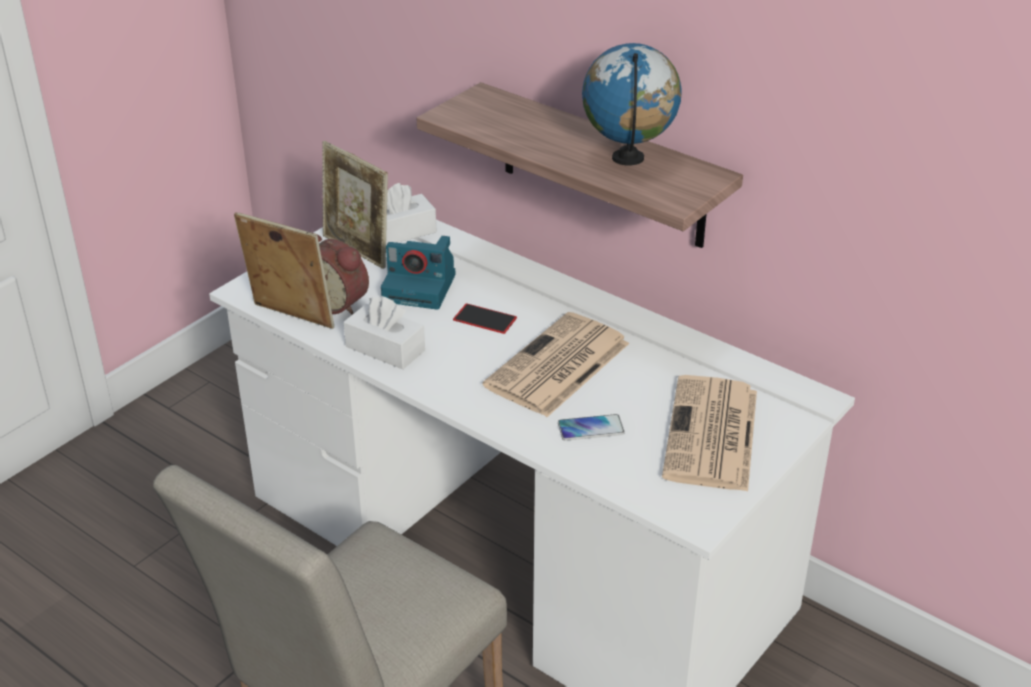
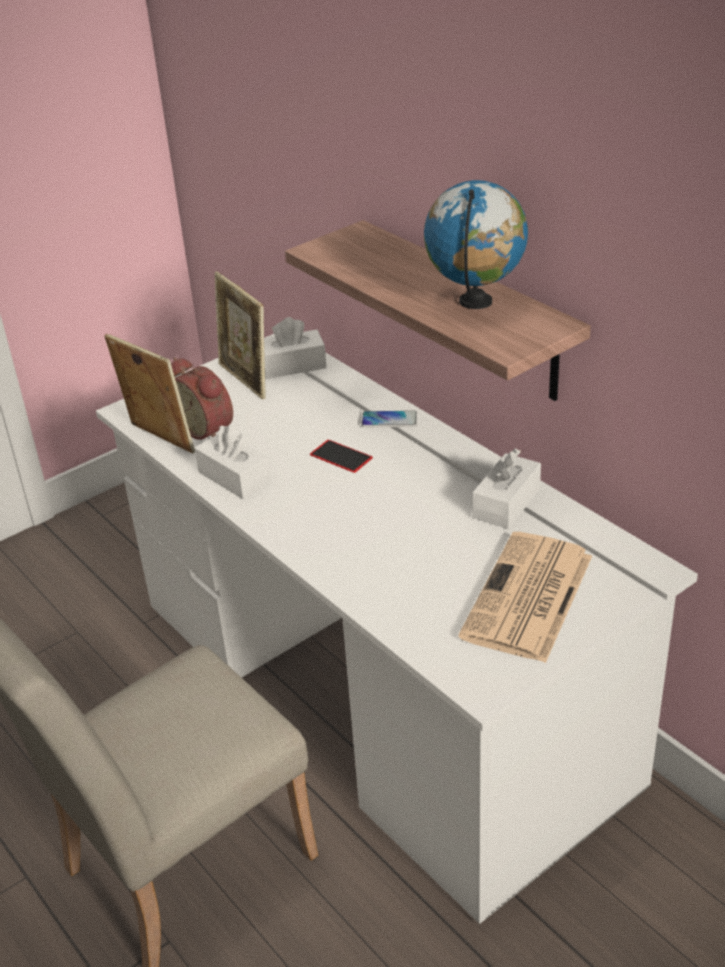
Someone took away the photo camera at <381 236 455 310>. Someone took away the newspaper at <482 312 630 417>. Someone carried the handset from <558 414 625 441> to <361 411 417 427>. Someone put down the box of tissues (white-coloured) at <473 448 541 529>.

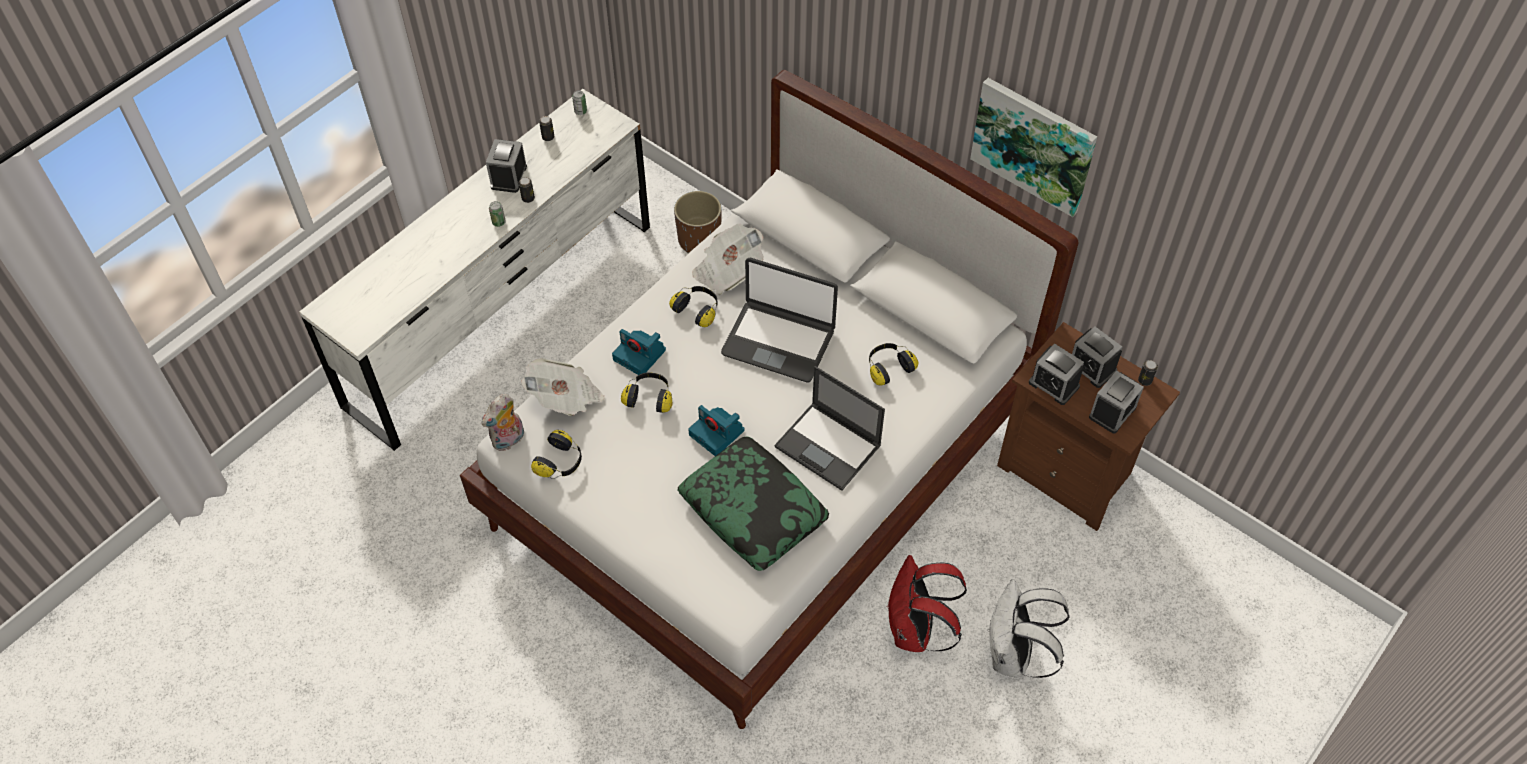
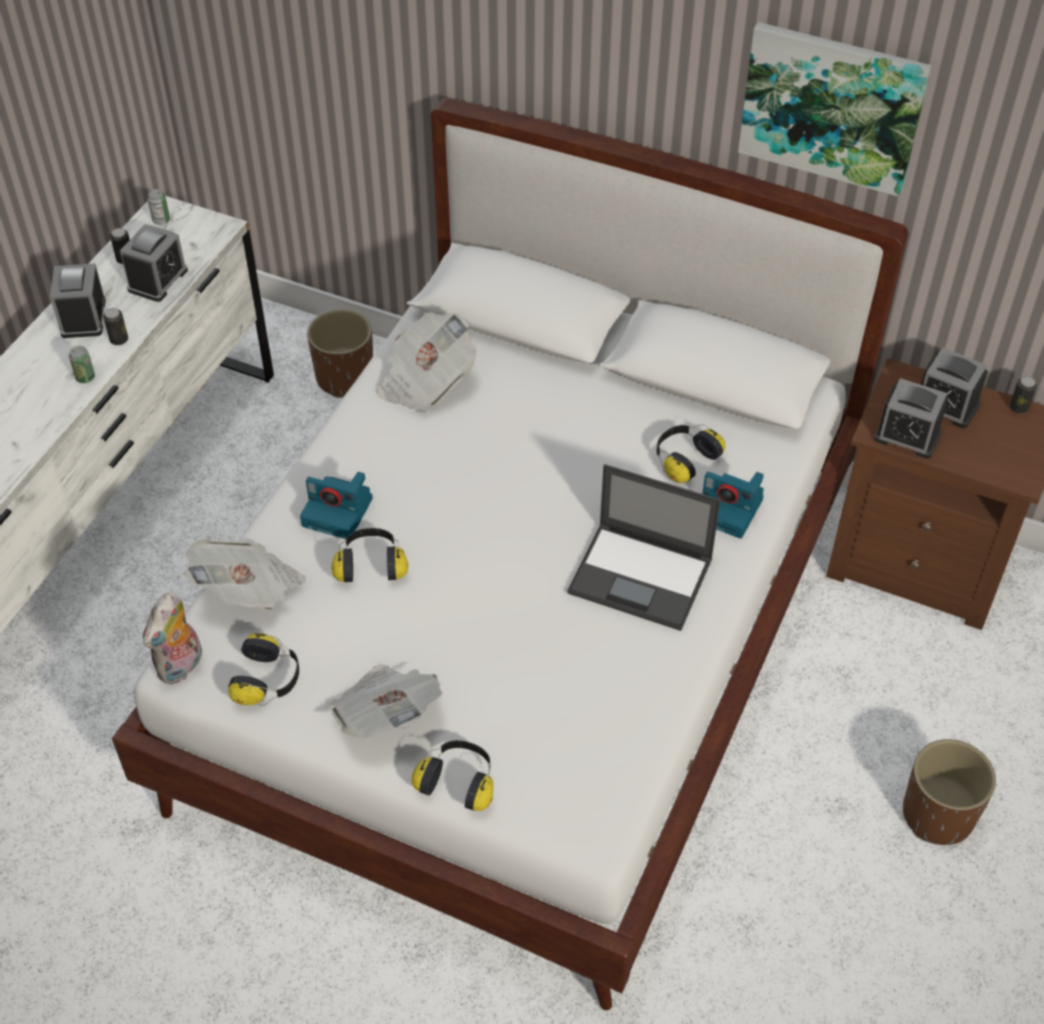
Someone carried the headphones from <669 286 718 327> to <411 740 493 811>. Someone took away the pillow at <678 437 829 571>. Someone carried the photo camera from <688 405 744 456> to <702 472 764 539>. Someone took away the portable computer at <721 258 838 382>. Someone took away the backpack (red-coloured) at <887 555 967 652>. Someone swapped the backpack (white-coloured) at <989 579 1070 678> for the flower pot (brown-coloured) at <903 739 996 845>. Someone carried the alarm clock from <1089 370 1144 434> to <120 224 188 302>. Someone put down the newspaper at <330 664 443 738>.

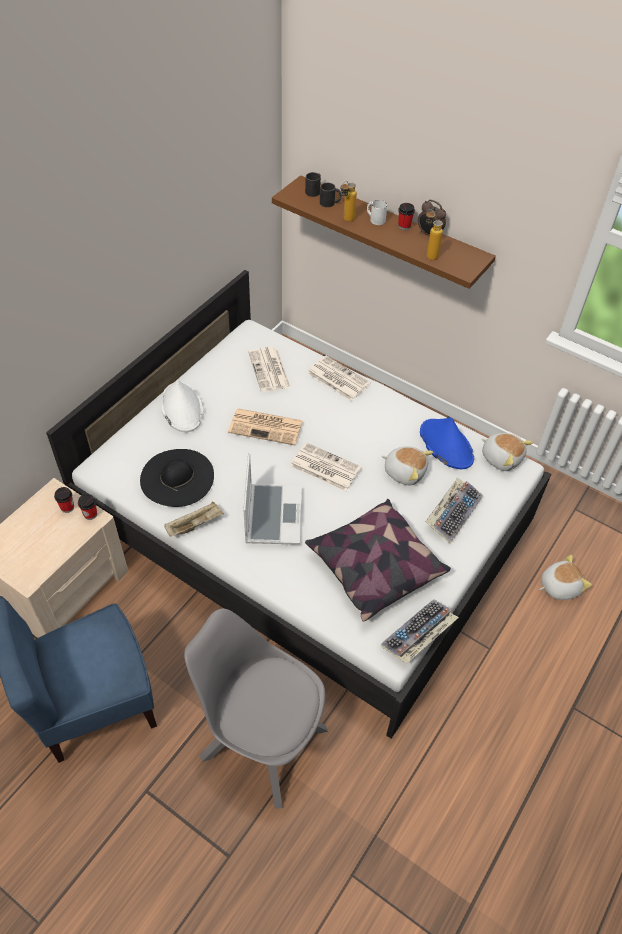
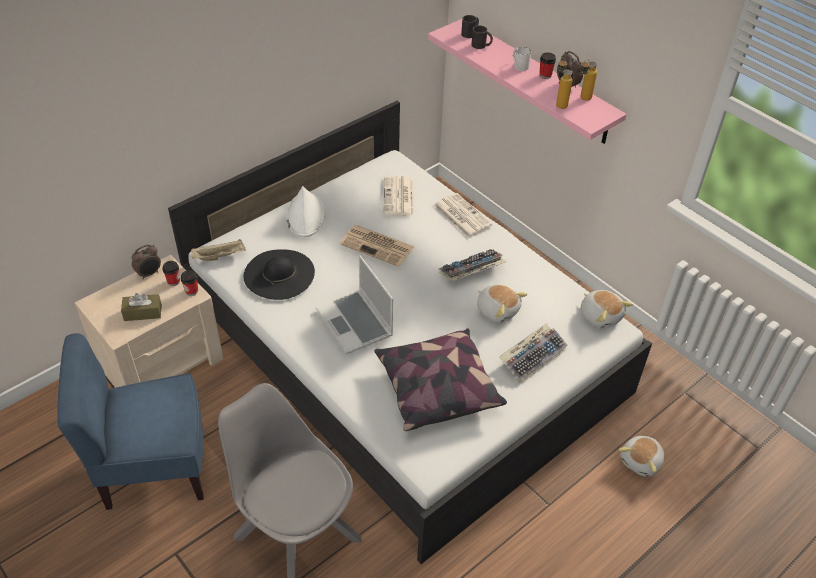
Someone carried the serving tray (beige-coloured) from <164 502 224 537> to <191 239 246 261>. Someone rotated the portable computer at <243 452 302 545> by 135 degrees clockwise. Someone repainted the wall shelf (brown-coloured) at <272 175 496 289>, which became the wall shelf (pink-coloured) at <428 19 627 144>. Someone took away the newspaper at <290 443 361 491>. Someone carried the beverage bottle from <341 181 357 222> to <580 59 597 101>. Someone carried the PC keyboard from <380 599 459 664> to <439 249 507 281>. Someone took away the hat (bluish) at <420 417 474 469>. Someone rotated the plush toy at <539 555 592 600> by 135 degrees clockwise. Someone put down the box of tissues (brown-coloured) at <121 293 162 321>. Someone put down the alarm clock at <131 244 161 279>.

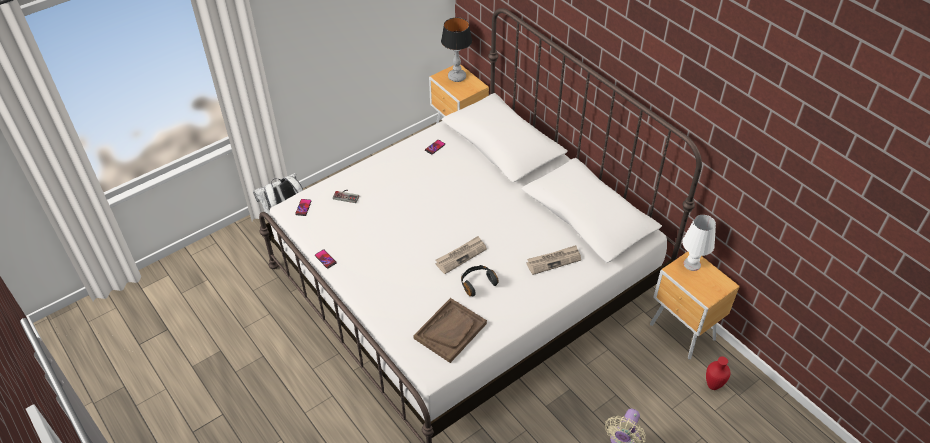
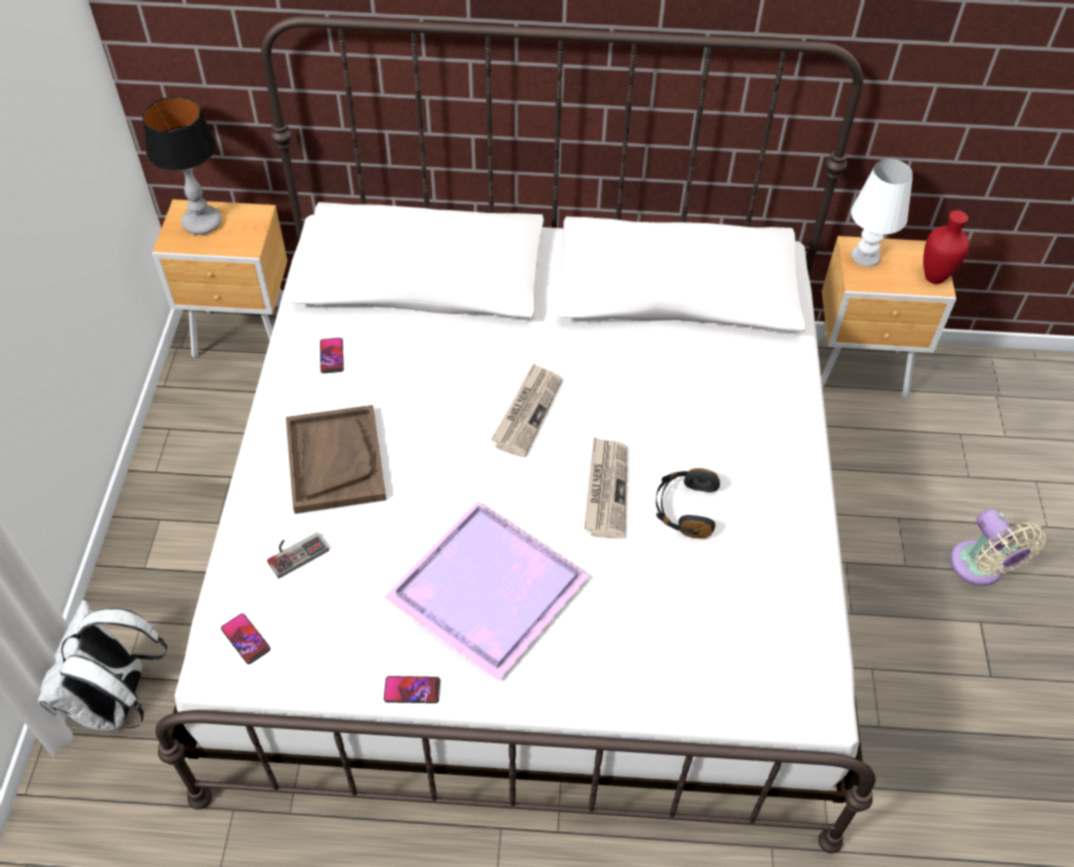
Someone carried the serving tray (brown-coloured) from <413 298 487 363> to <286 405 386 514>. Someone carried the newspaper from <526 245 581 275> to <491 363 563 457>. Someone carried the flower vase (red-coloured) from <706 356 731 390> to <923 210 970 284>. Someone put down the serving tray (purple-coloured) at <384 502 590 681>.

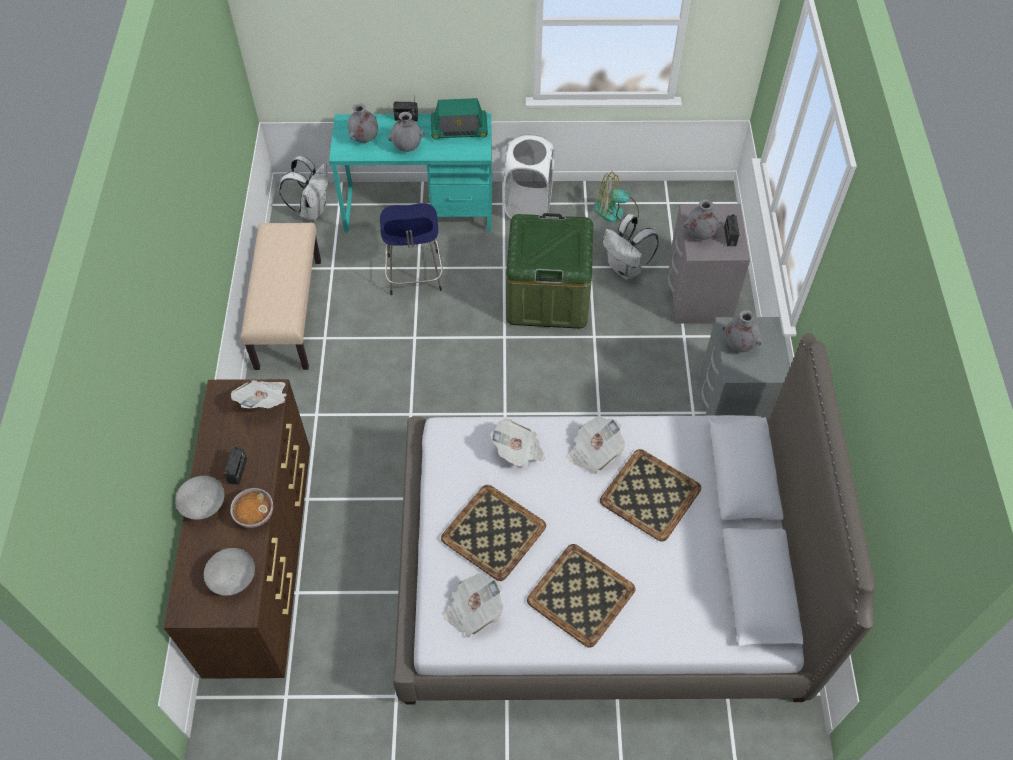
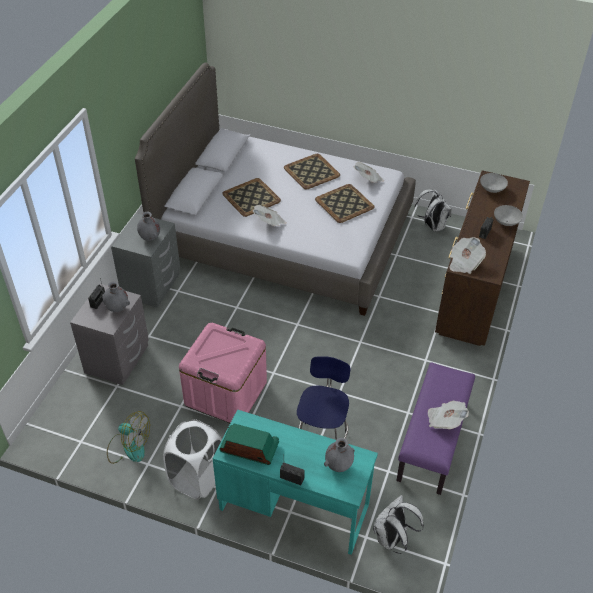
Someone took away the bowl at <230 488 273 528>. Someone repainted the indoor bench (beige-coloured) at <241 223 321 370>, which became the indoor bench (purple-coloured) at <396 363 475 495>. Someone took away the flower vase (greyish) at <388 112 425 152>. Someone carried the newspaper from <490 419 545 467> to <428 401 469 429>. Someone repainted the storage box (green) at <506 213 593 328>, which became the storage box (pink-coloured) at <179 323 267 423>. Someone carried the backpack (white-coloured) from <603 214 659 280> to <414 189 452 232>.

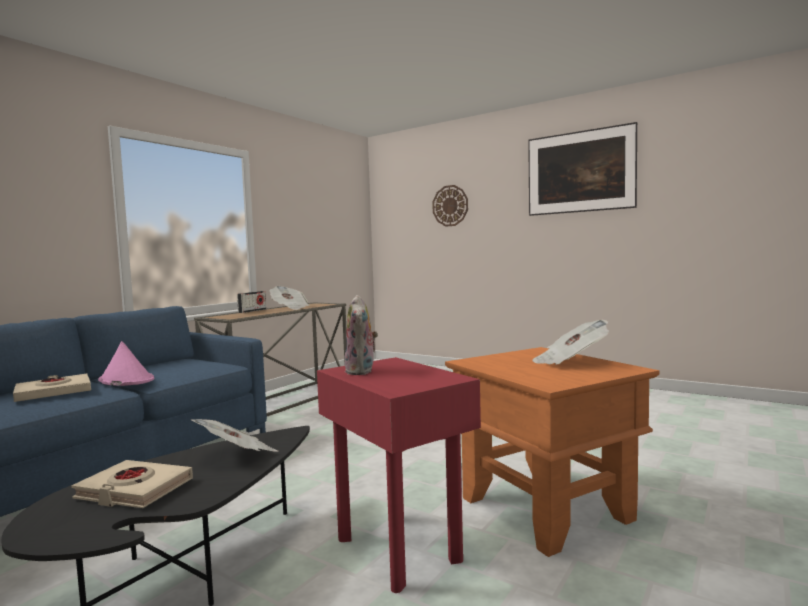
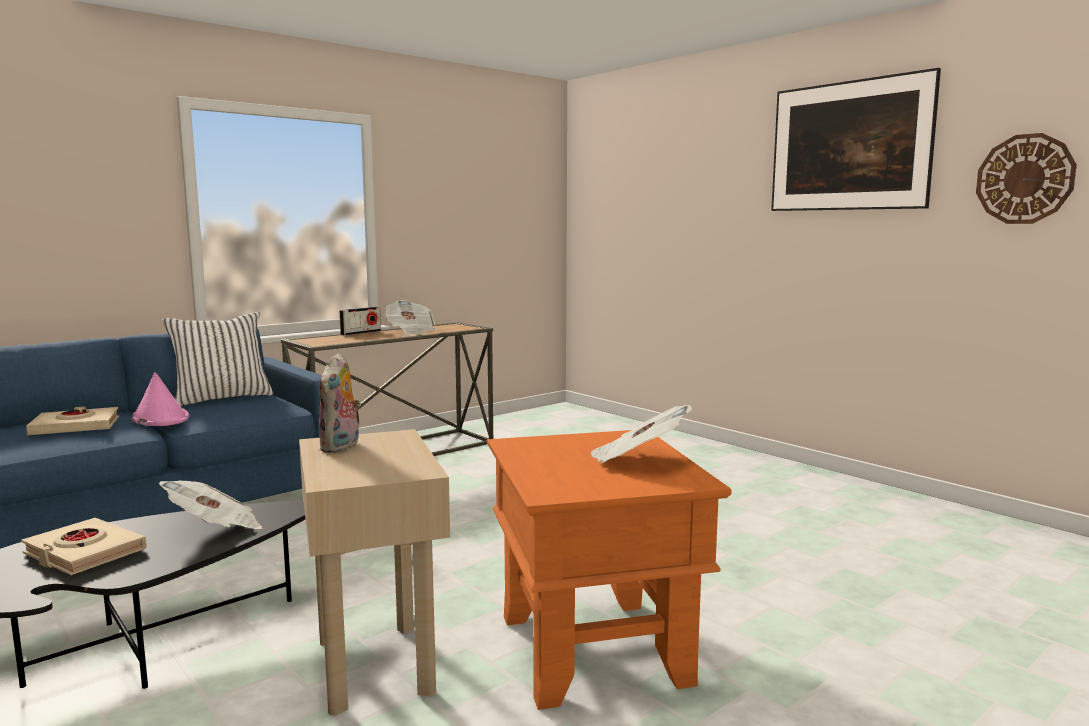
Someone repainted the accent table (red-coloured) at <317 357 481 593>, which became the accent table (beige-coloured) at <299 429 450 715>. Someone carried the clock on the wall from <432 185 468 226> to <976 133 1077 224>. Someone put down the pillow (white-coloured) at <162 312 274 406>.

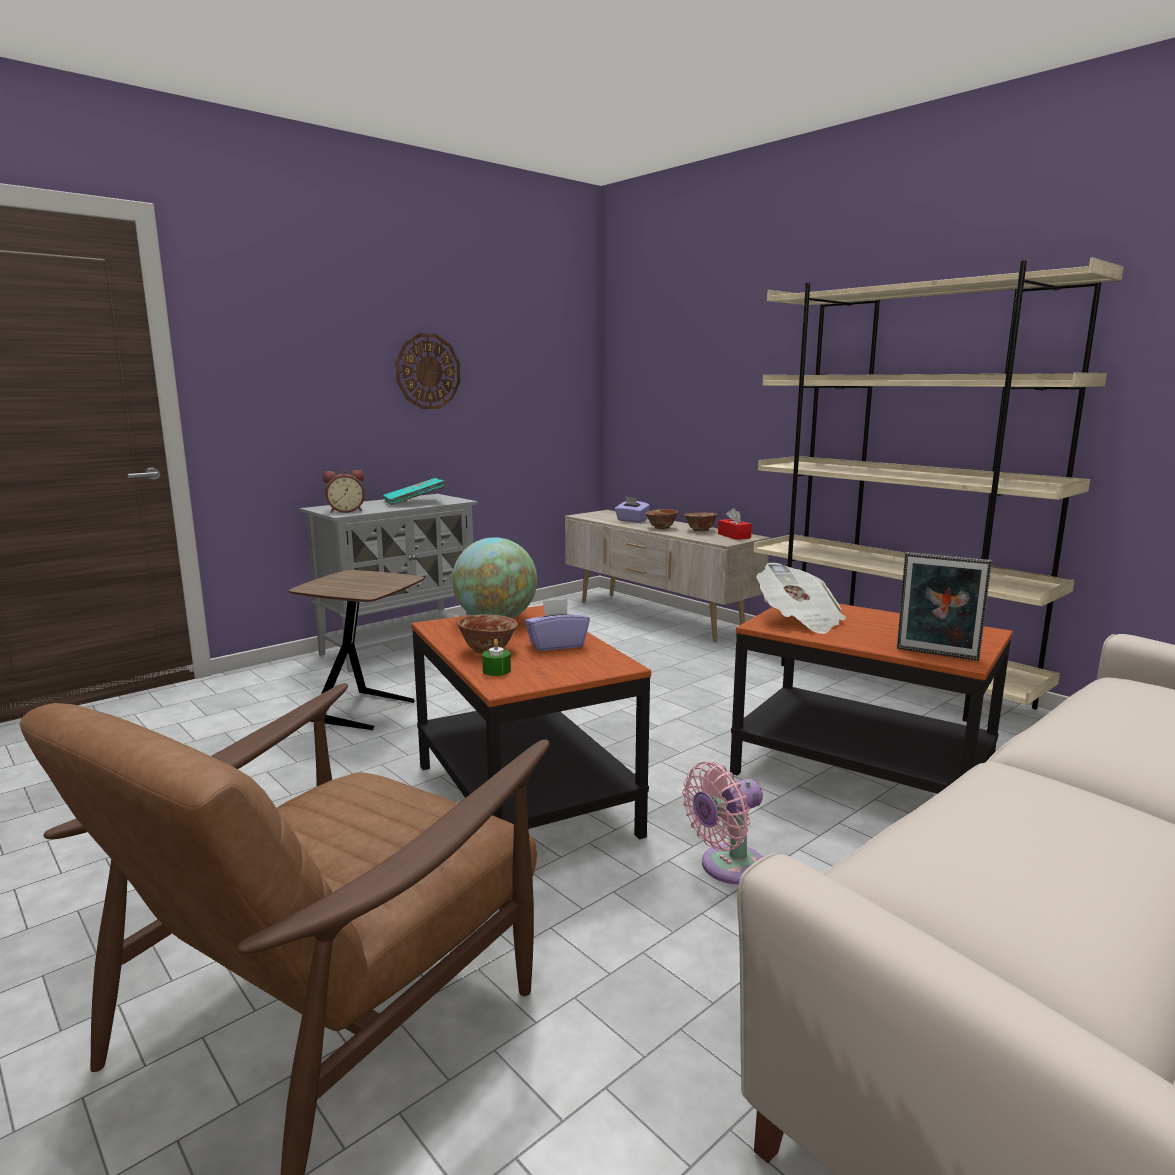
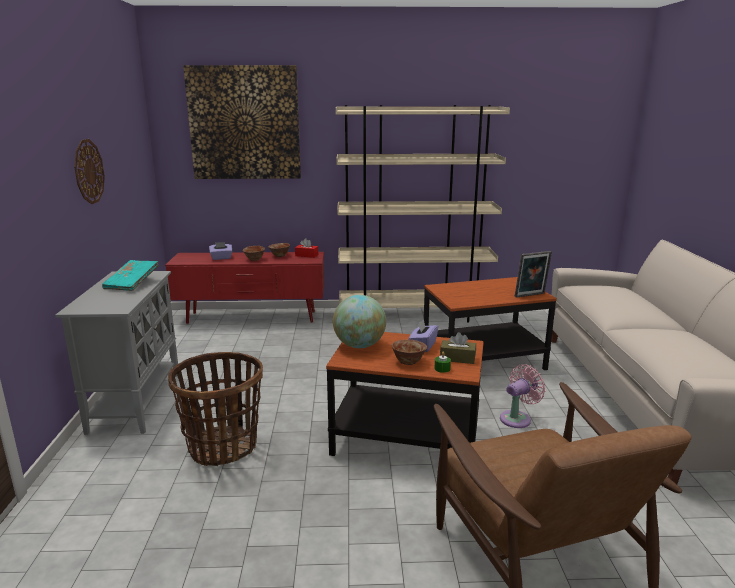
Someone swapped the accent table (brown-coloured) at <289 570 424 730> for the basket at <168 352 263 466>. Someone took away the alarm clock at <323 470 365 513>. Someone repainted the media console (beige-coloured) at <565 510 770 642>, which became the media console (red-coloured) at <165 252 324 324>. Someone rotated the electric fan (pink-coloured) at <682 762 763 884> by 135 degrees counterclockwise. Someone took away the newspaper at <756 563 846 634>. Someone put up the picture at <183 65 301 179>. Someone put down the box of tissues (brown-coloured) at <440 332 476 364>.

